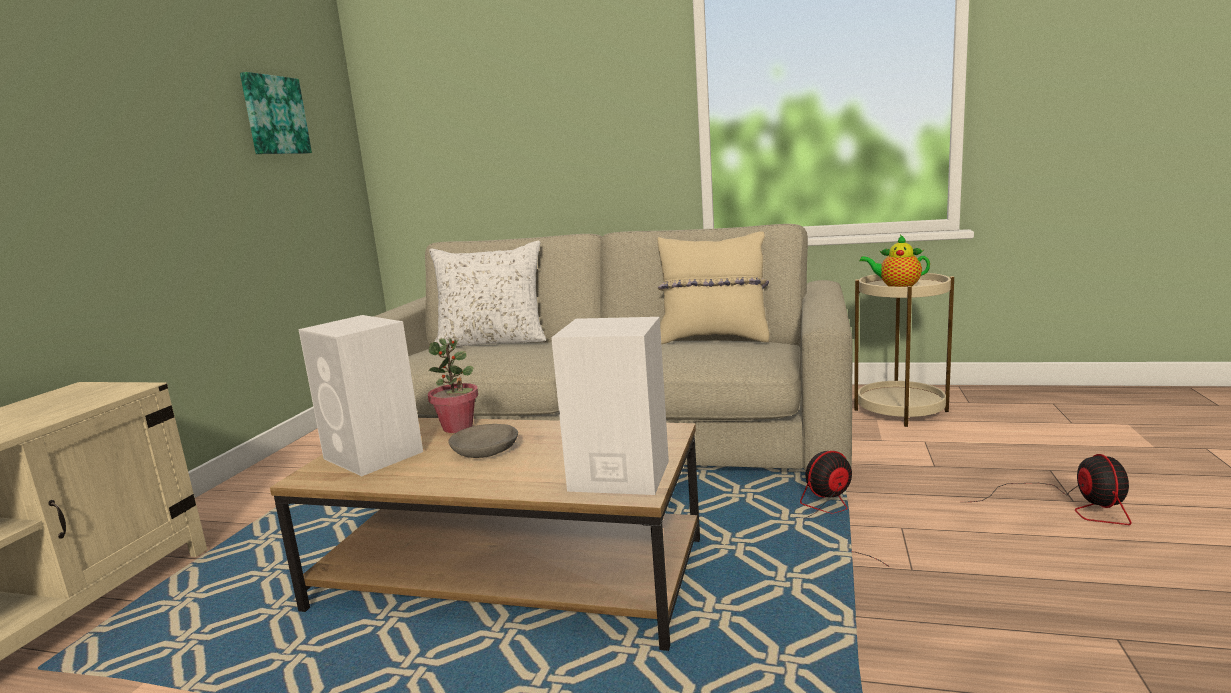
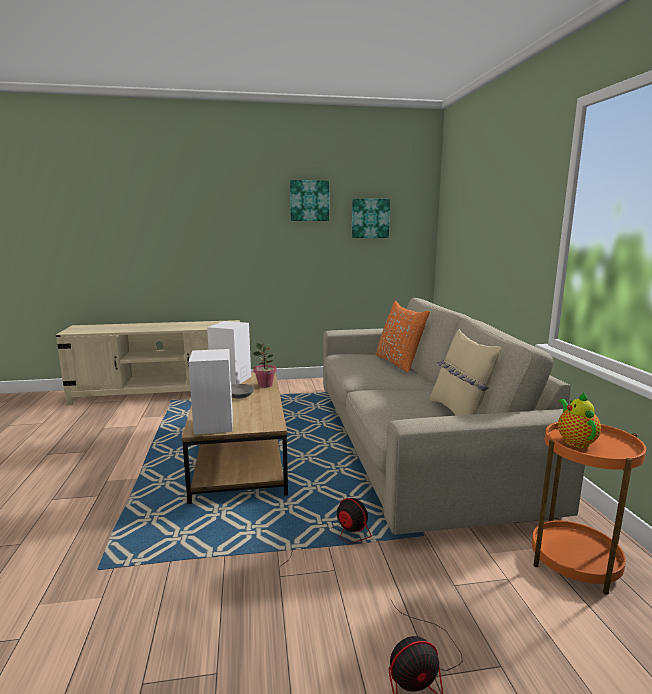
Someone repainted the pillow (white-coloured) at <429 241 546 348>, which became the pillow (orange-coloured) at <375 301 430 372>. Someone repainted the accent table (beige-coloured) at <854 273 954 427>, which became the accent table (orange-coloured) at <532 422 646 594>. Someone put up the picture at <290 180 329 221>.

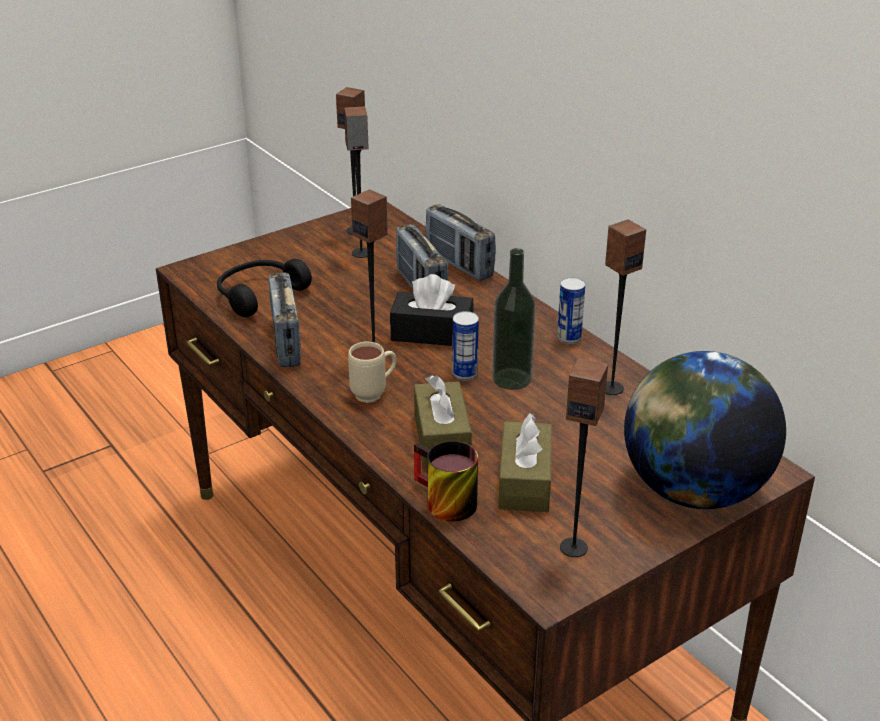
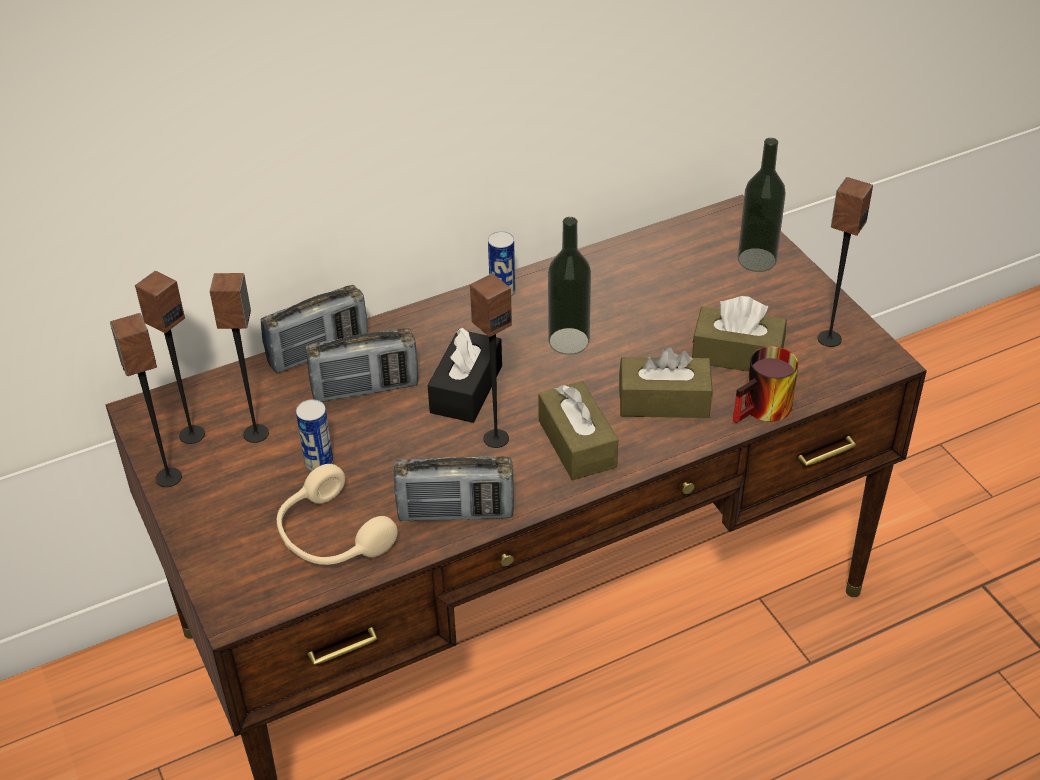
Someone repainted the headphones (blackish) at <217 259 312 317>, which became the headphones (beige-coloured) at <277 464 398 565>. Someone swapped the coffee mug (beige-coloured) at <348 342 397 403> for the box of tissues (brown-coloured) at <538 381 618 480>. Someone carried the metal can from <452 311 479 381> to <296 399 333 472>. Someone carried the audio speaker from <605 219 646 395> to <110 313 182 487>. Someone swapped the globe at <624 351 786 509> for the beverage bottle at <738 138 786 272>.

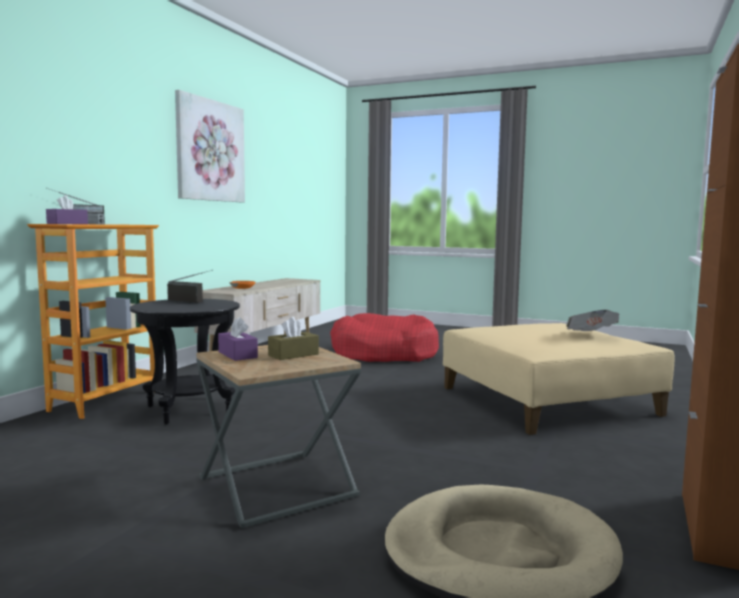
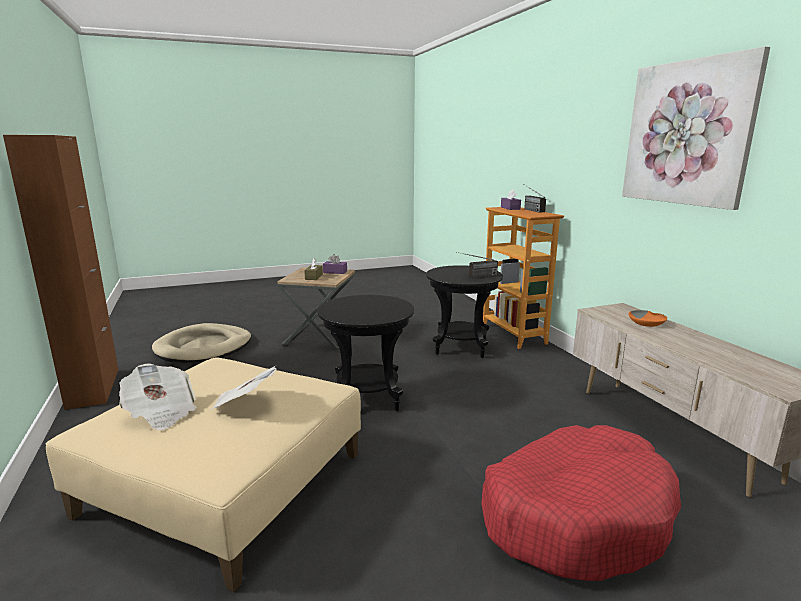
Someone put down the newspaper at <210 366 276 410>. Someone put down the accent table (blackish) at <317 295 414 411>.

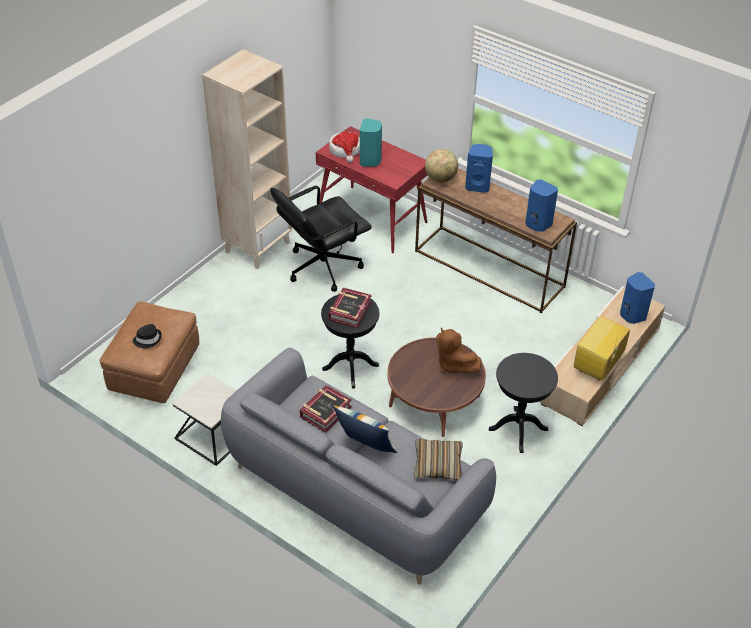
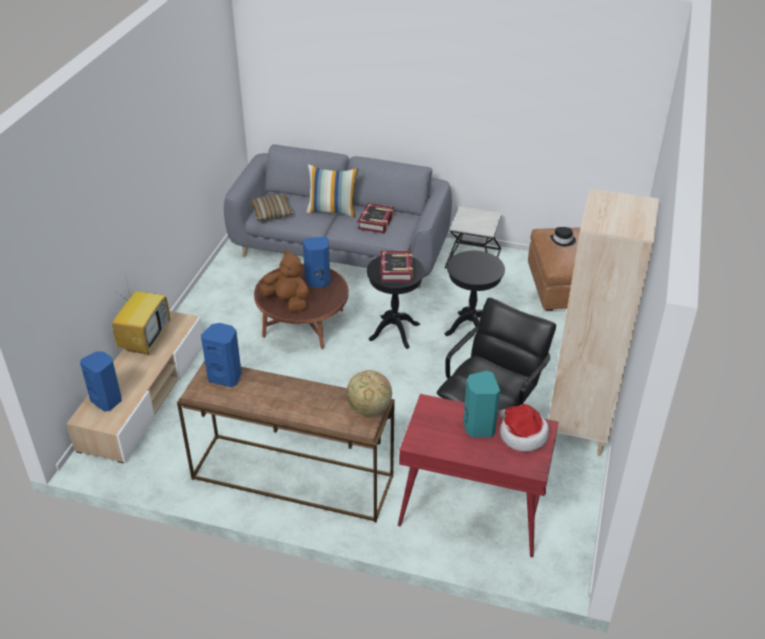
Someone carried the audio speaker (bluish) from <465 144 493 193> to <303 236 330 288>. Someone carried the accent table (blackish) from <489 353 558 453> to <445 251 505 336>.

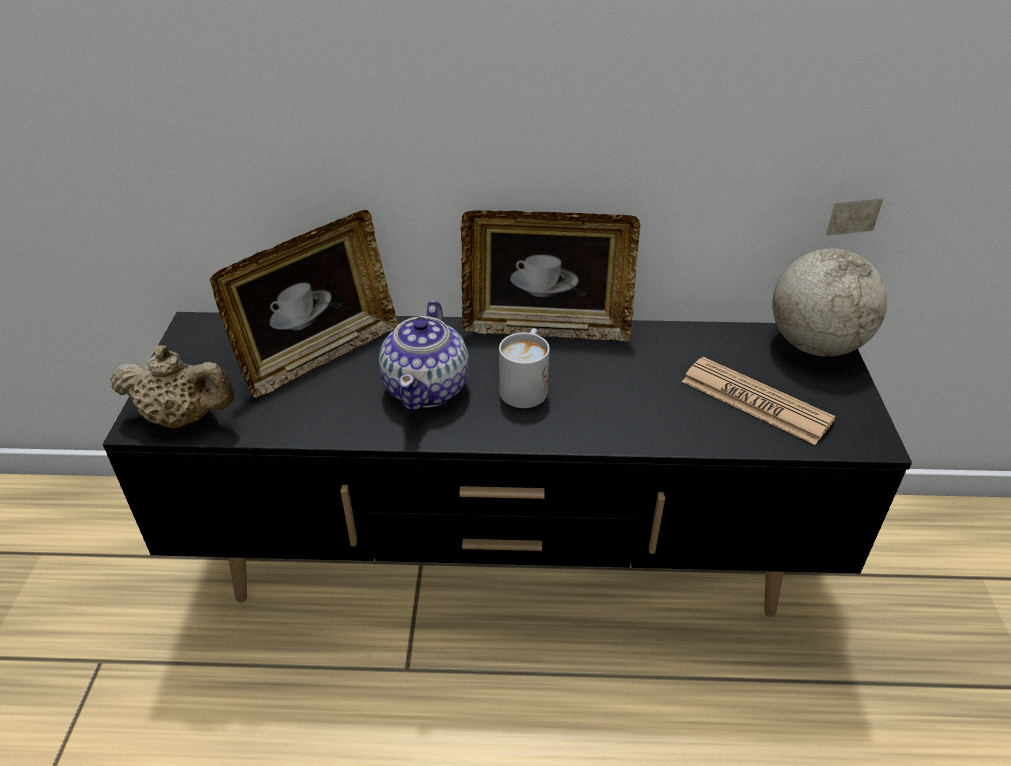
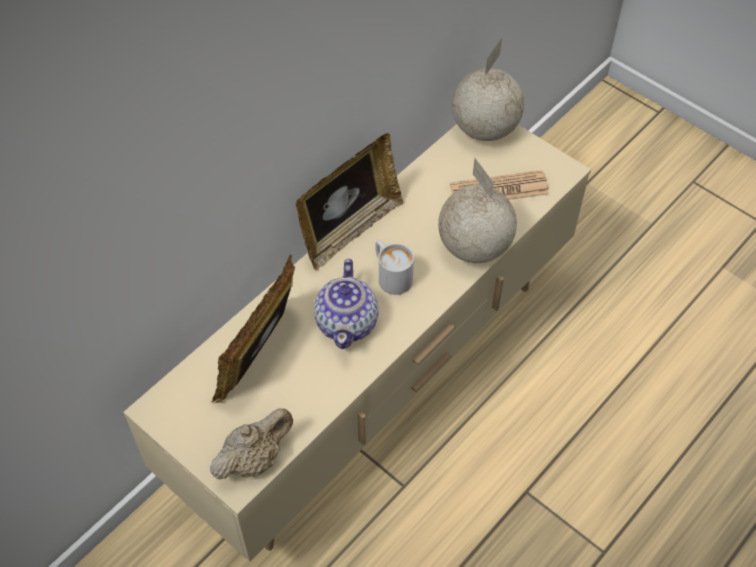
Someone repainted the media console (blackish) at <103 312 912 617>, which became the media console (beige-coloured) at <124 124 591 562>. Someone rotated the standing frame at <210 210 399 398> by 150 degrees counterclockwise. Someone rotated the tea pot at <379 300 469 411> by 45 degrees clockwise. Someone put down the globe at <438 157 517 263>.

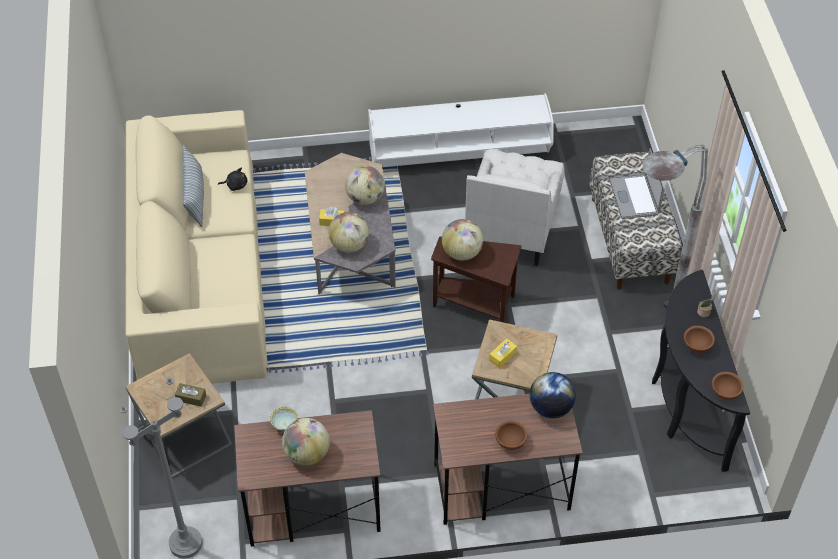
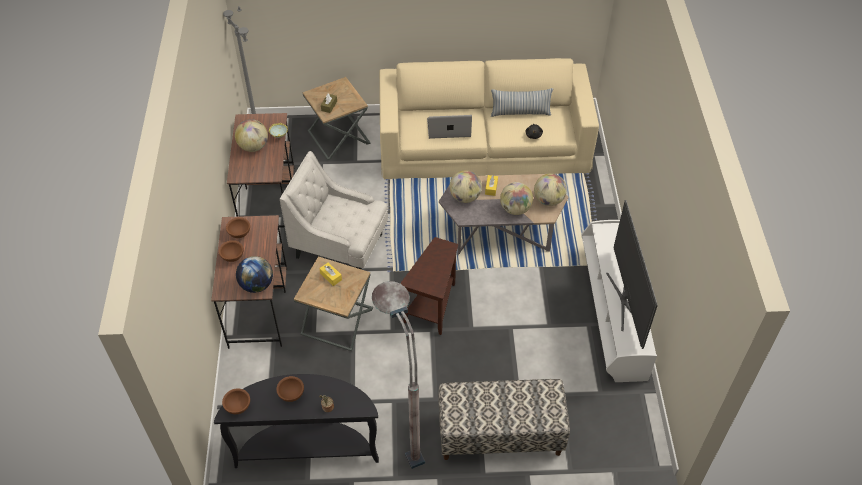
Someone carried the globe from <442 219 483 261> to <534 173 567 206>. Someone carried the armchair (white-coloured) from <465 149 564 266> to <280 151 388 270>. Someone carried the portable computer from <609 148 665 219> to <427 115 472 139>. Someone put down the bowl (brown-coloured) at <226 217 250 238>. Someone put down the TV at <606 200 658 349>.

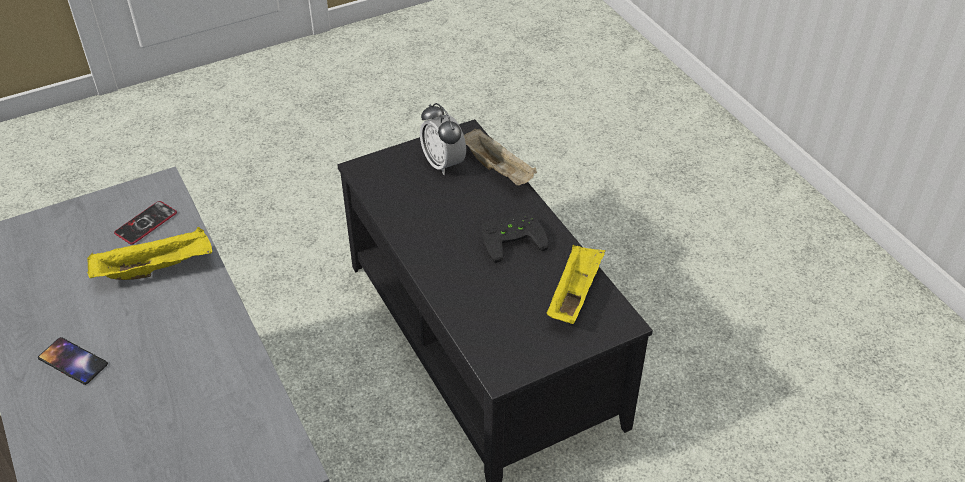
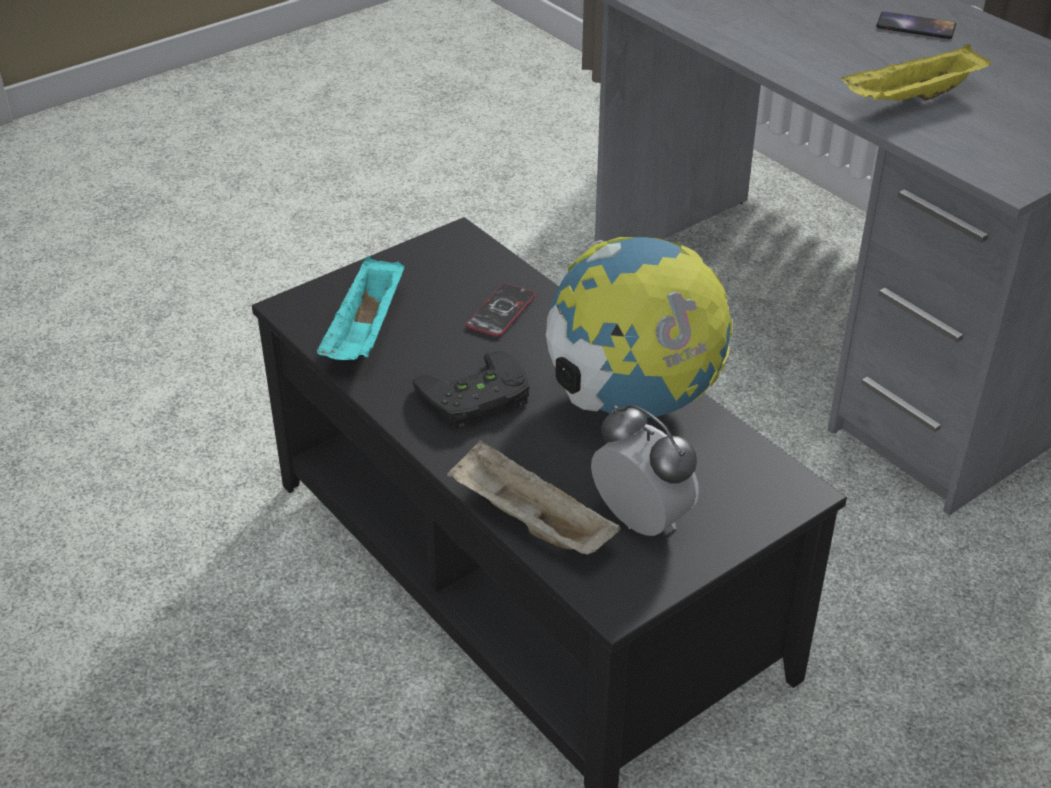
Someone carried the handset from <114 201 177 245> to <466 283 536 337>. Someone repainted the serving tray (yellowish) at <547 244 606 324>, which became the serving tray (turquoise-coloured) at <317 256 405 360>. Someone put down the globe at <546 237 732 418>.

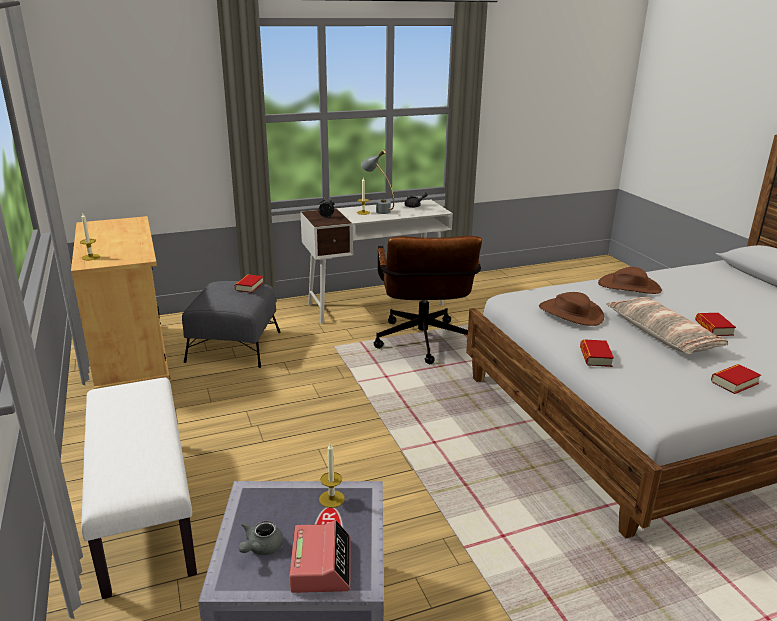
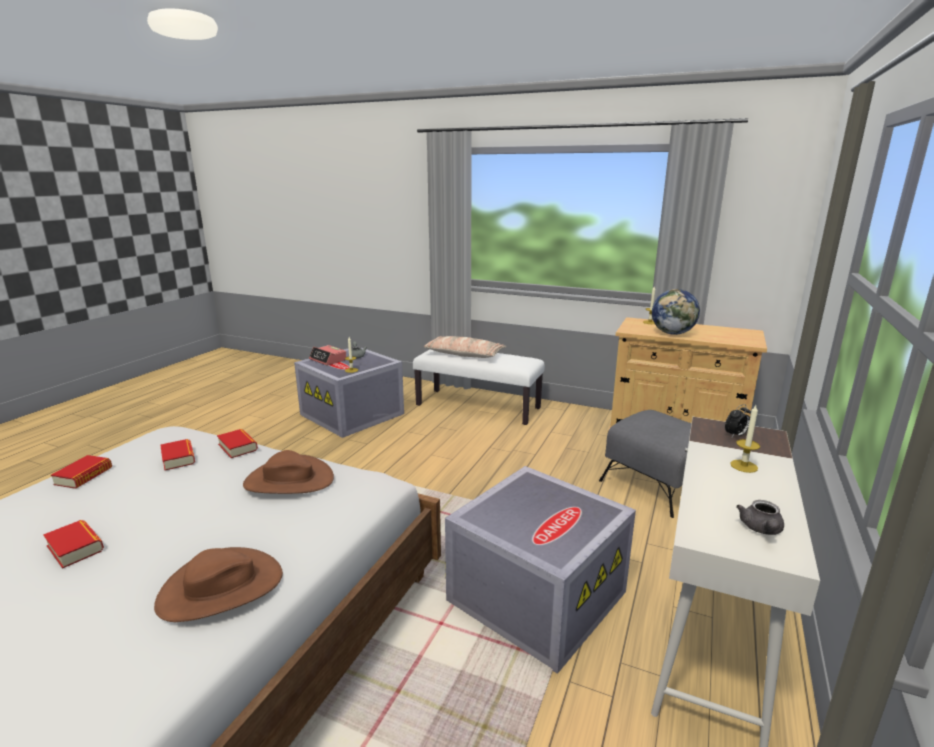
Someone carried the book from <235 274 264 293> to <160 439 195 471>. Someone took away the lamp for a table (greyish) at <361 149 394 214>. Someone swapped the office chair (brown-coloured) at <373 236 482 364> for the storage box (greyish) at <445 466 636 674>. Someone carried the pillow from <606 297 729 354> to <423 336 506 358>. Someone put down the globe at <652 289 700 335>.

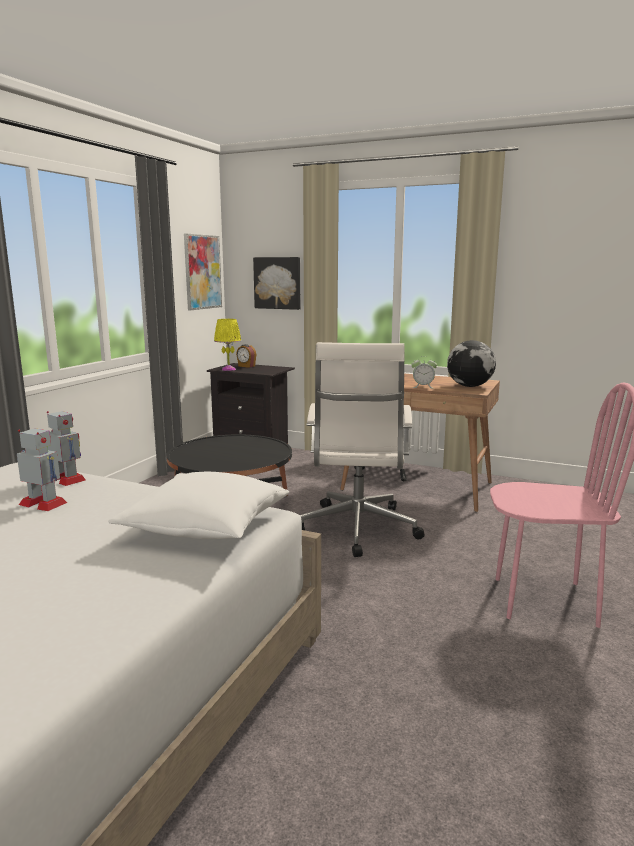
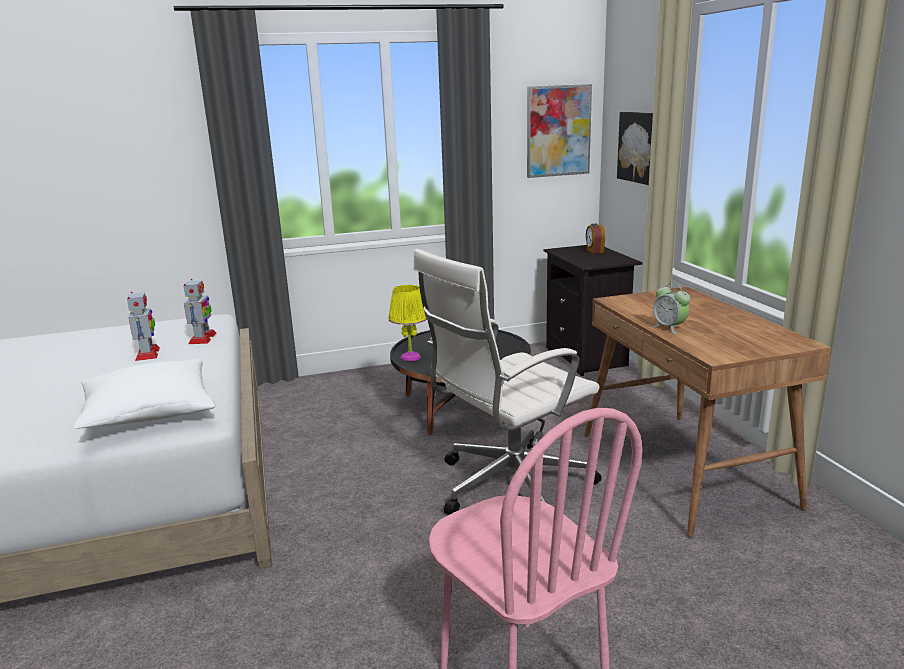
Someone carried the lamp for a table (yellowish) from <214 319 241 371> to <388 285 427 361>. Someone took away the globe at <447 340 496 387>.

